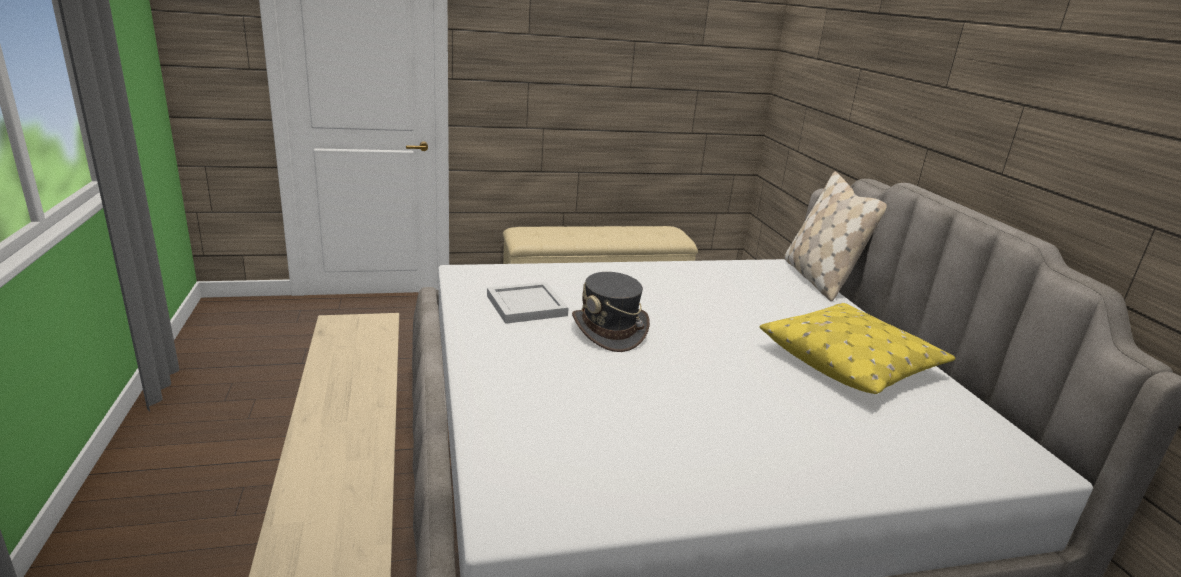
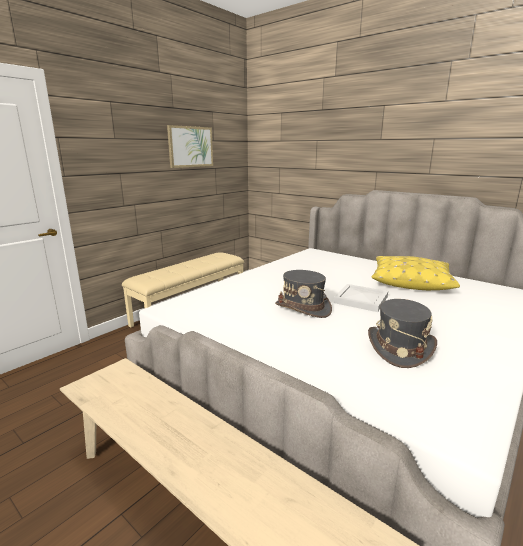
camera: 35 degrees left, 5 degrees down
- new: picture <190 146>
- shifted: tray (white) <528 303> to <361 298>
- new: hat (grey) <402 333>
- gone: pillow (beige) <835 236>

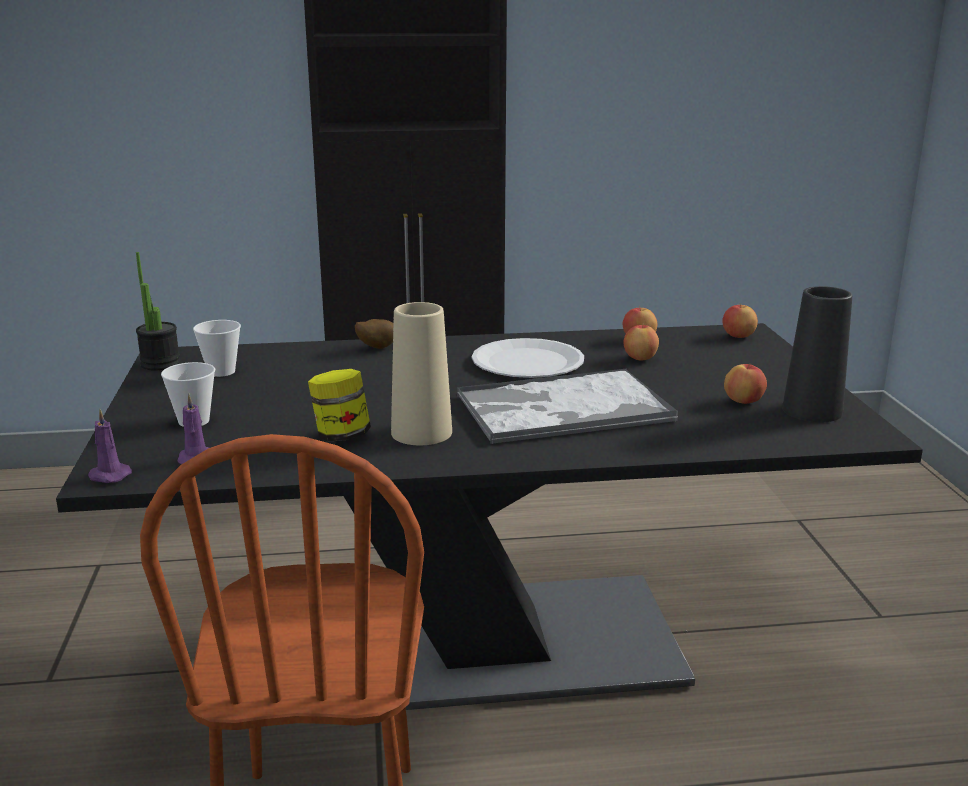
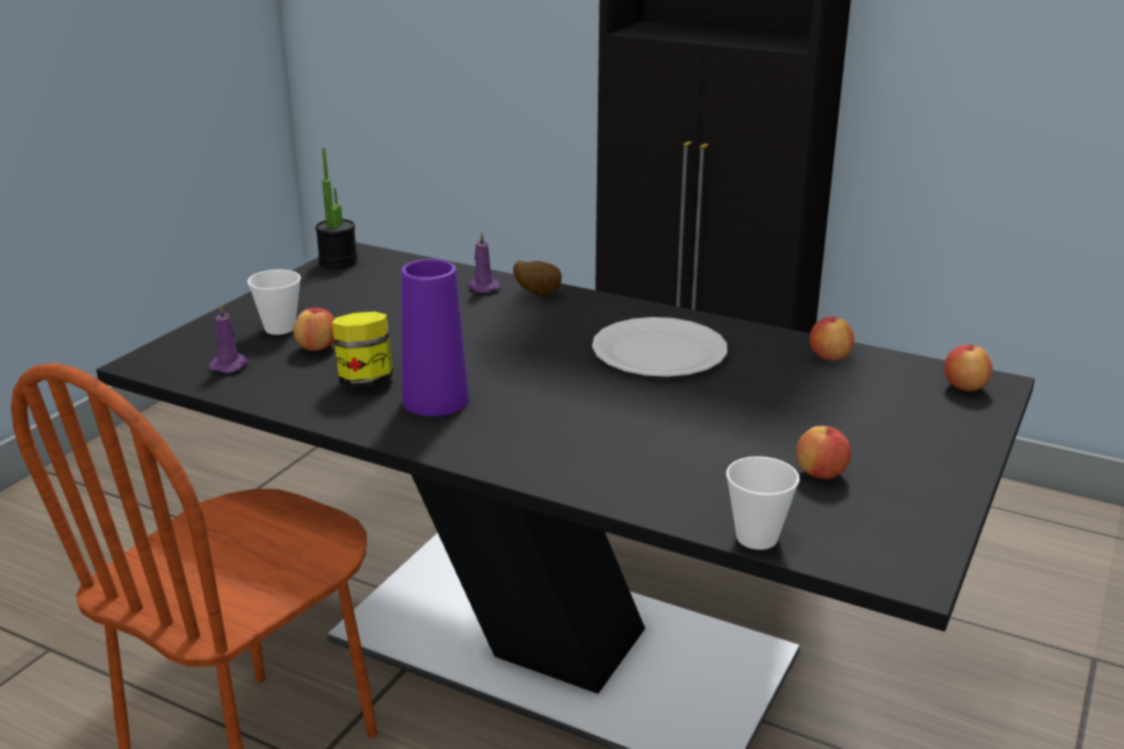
camera: 35 degrees right, 5 degrees up
- shifted: apple <641 342> to <314 329>
- repainted: vase (beige) <421 373> to vase (purple) <435 337>
- shifted: candle (purple) <110 446> to <484 262>
- shifted: cup <217 348> to <763 503>
- gone: tray <567 406>
- gone: vase (black) <817 354>

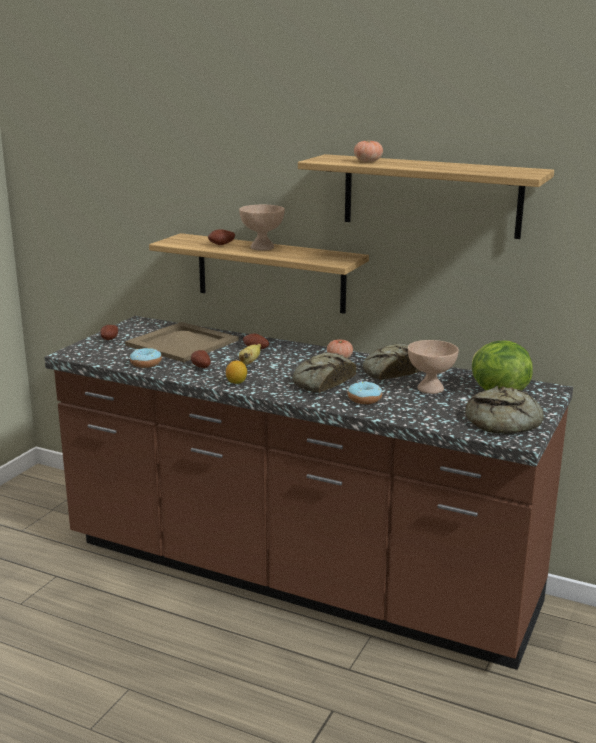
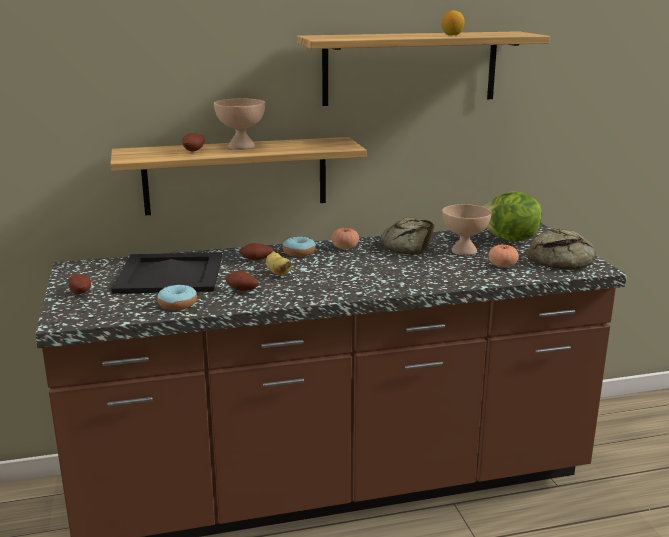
camera: 40 degrees left, 0 degrees up
- repainted: tray (beige) <182 342> to tray (black) <166 273>
- shifted: donut <365 392> to <299 246>
- shifted: lemon <236 372> to <453 22>
- shifted: tomato <368 151> to <503 256>
- gone: bread <324 372>

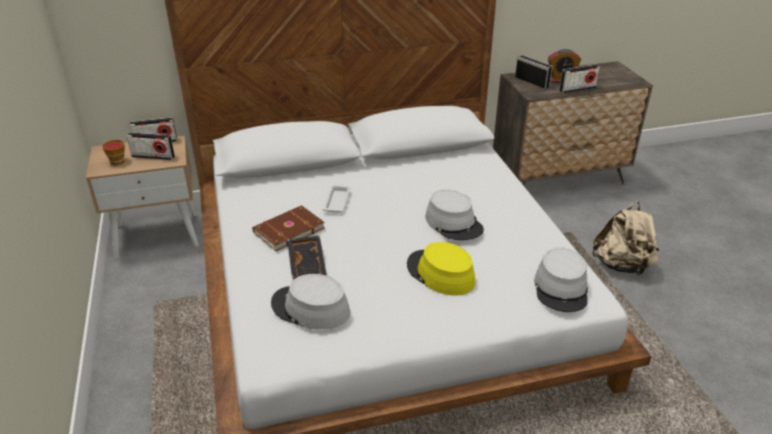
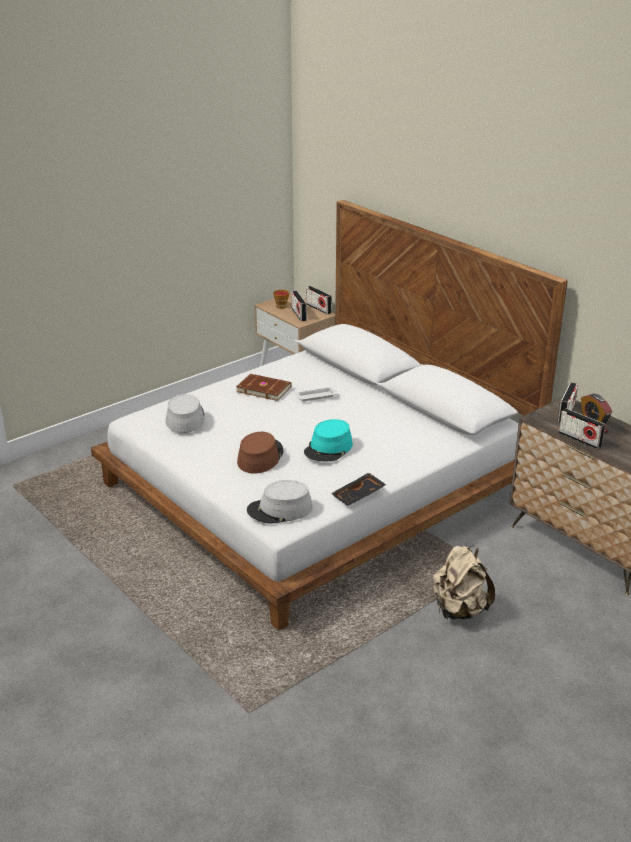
camera: 65 degrees right, 5 degrees down
- repainted: hat (yellow) <441 268> to hat (brown) <260 453>
- repainted: hat (grey) <454 214> to hat (turquoise) <328 440>
- shifted: tray (black) <307 258> to <358 489>

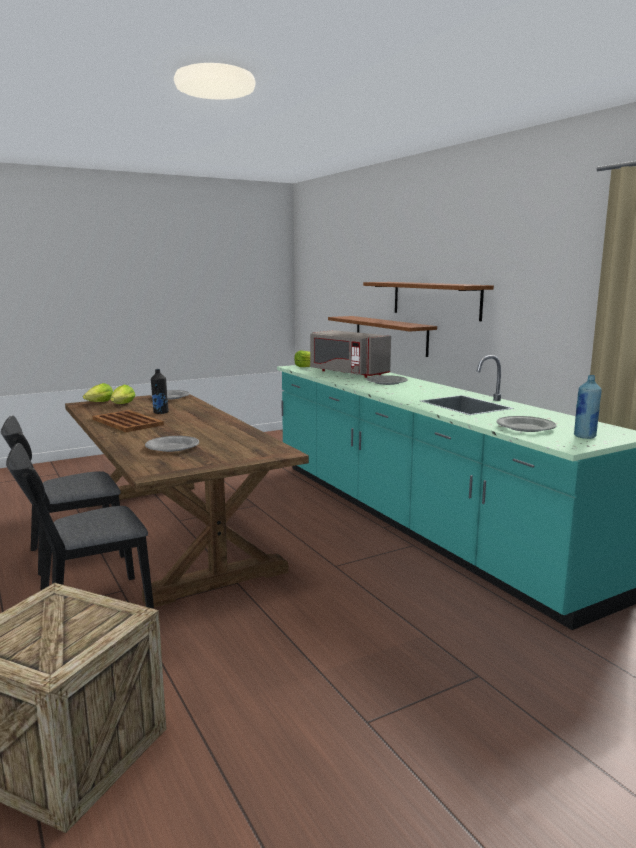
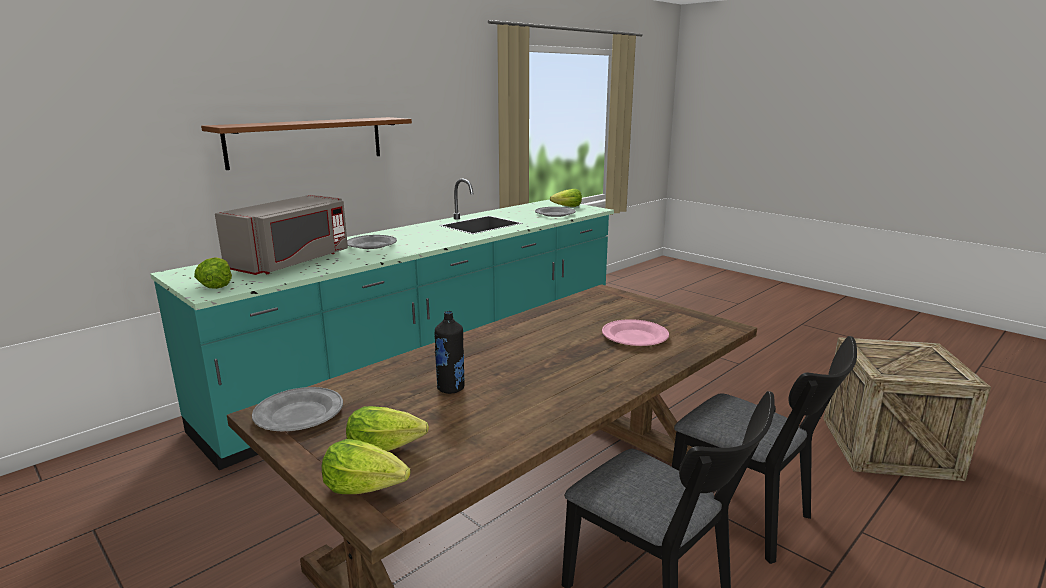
camera: 105 degrees left, 5 degrees up
- swapped: bottle (blue) <588 407> to lettuce <566 198>
- repainted: plate (grey) <172 444> to plate (pink) <635 332>
- gone: tray (brown) <128 421>
- gone: shelf (brown) <382 336>

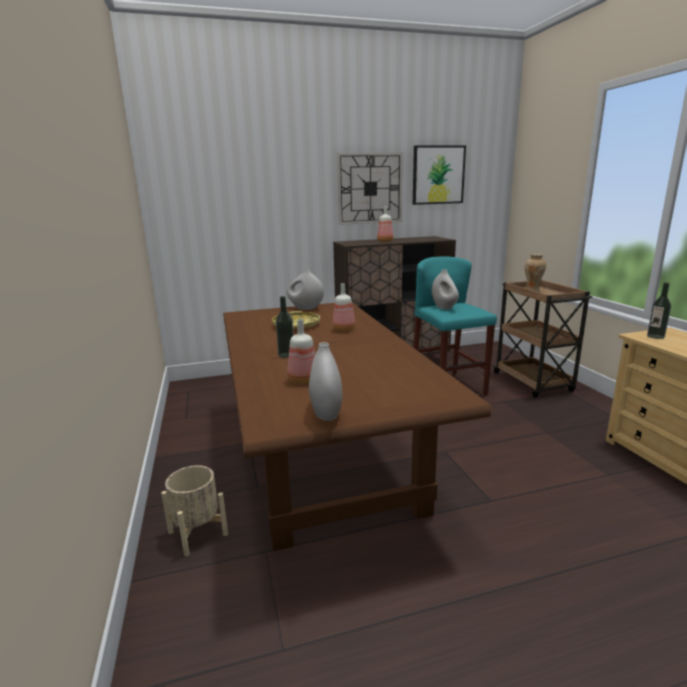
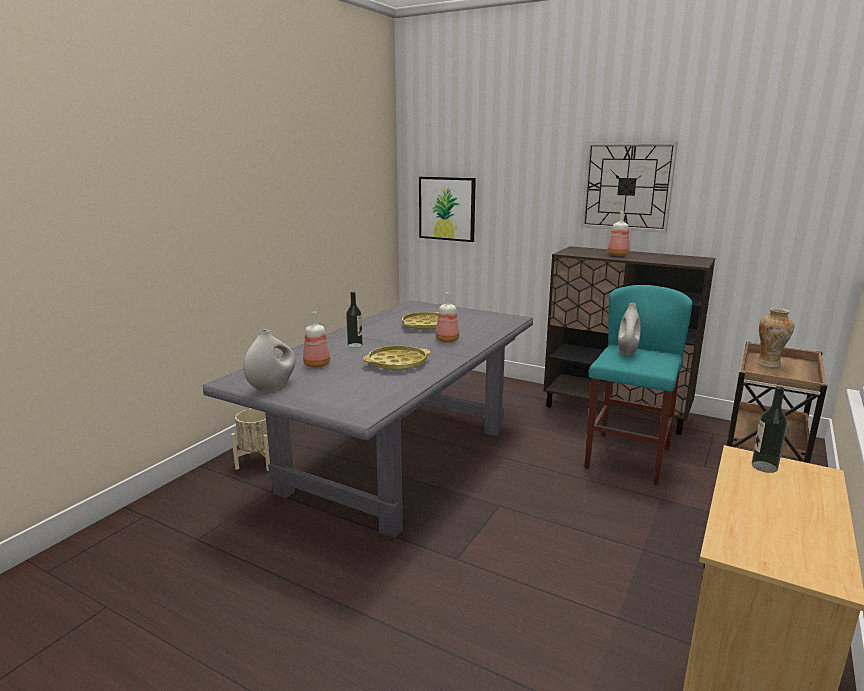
camera: 45 degrees right, 0 degrees up
- repainted: dining table (brown) <357 427> to dining table (grey) <368 419>
- new: tray (yellow) <397 358>
- shifted: picture <439 175> to <447 209>
- gone: vase (white) <305 289>

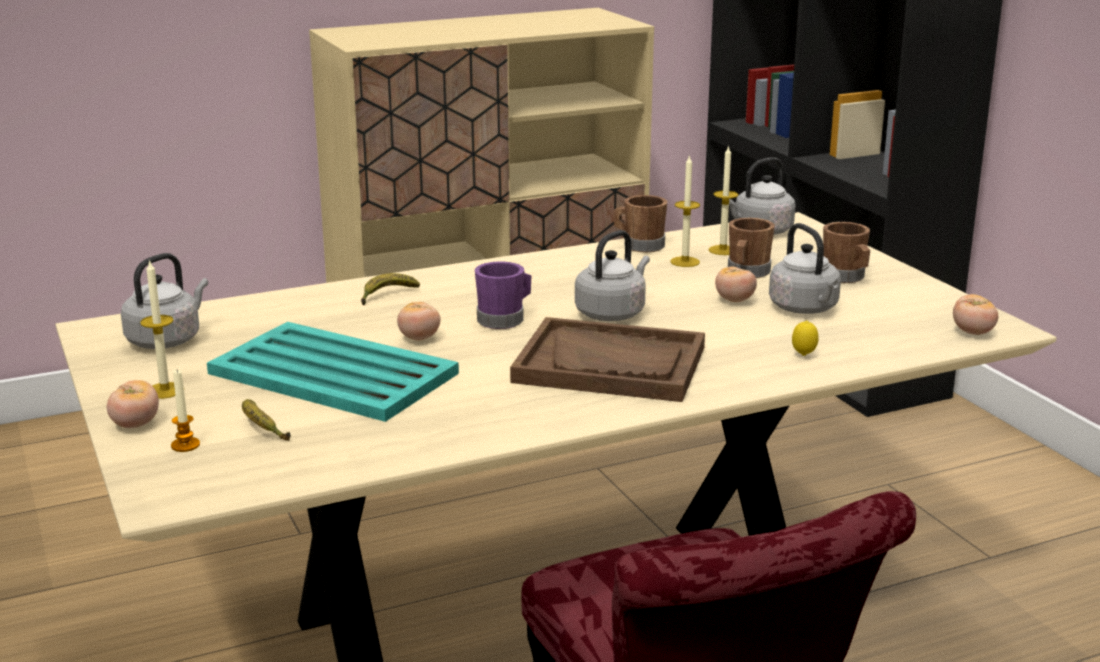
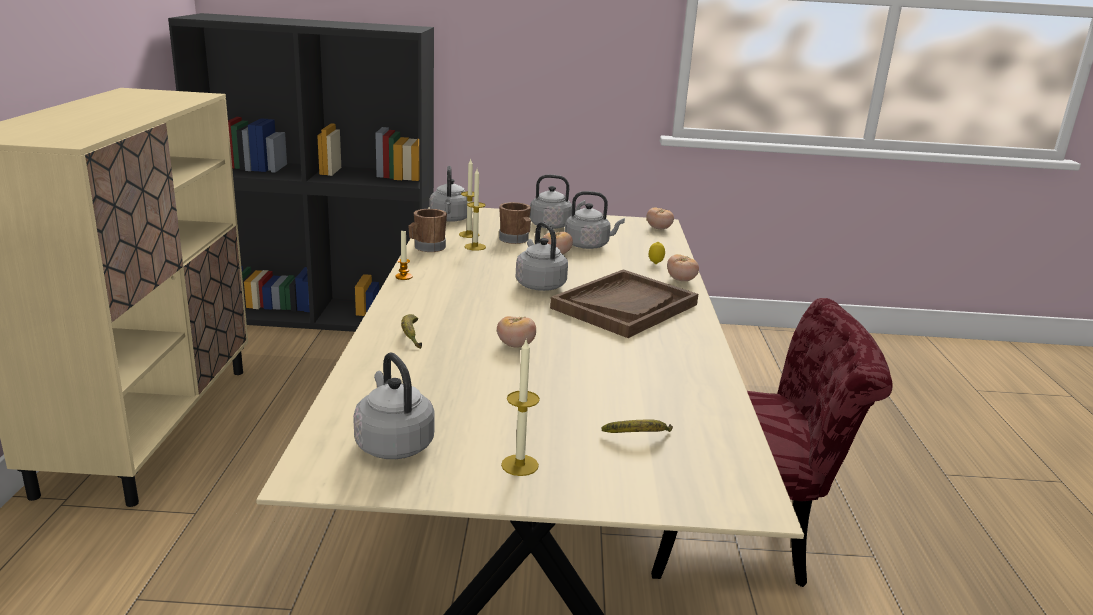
camera: 65 degrees left, 0 degrees up
- shifted: candle <185 411> to <404 254>
- swapped: mug (brown) <846 252> to kettle (grey) <558 202>
- shifted: tomato <133 404> to <683 267>
- gone: tray (turquoise) <333 372>
- gone: mug (purple) <503 295>

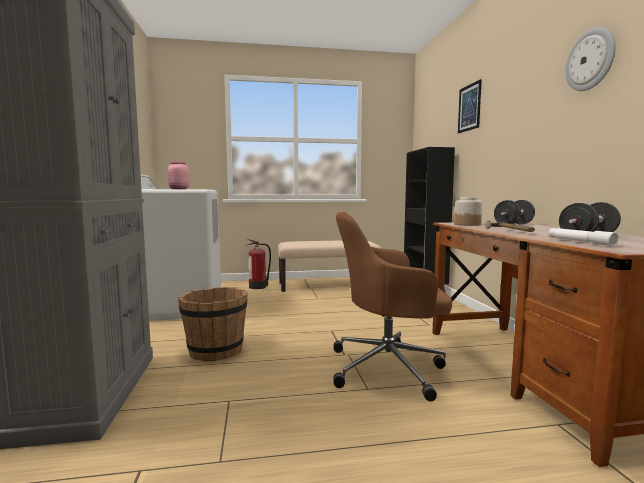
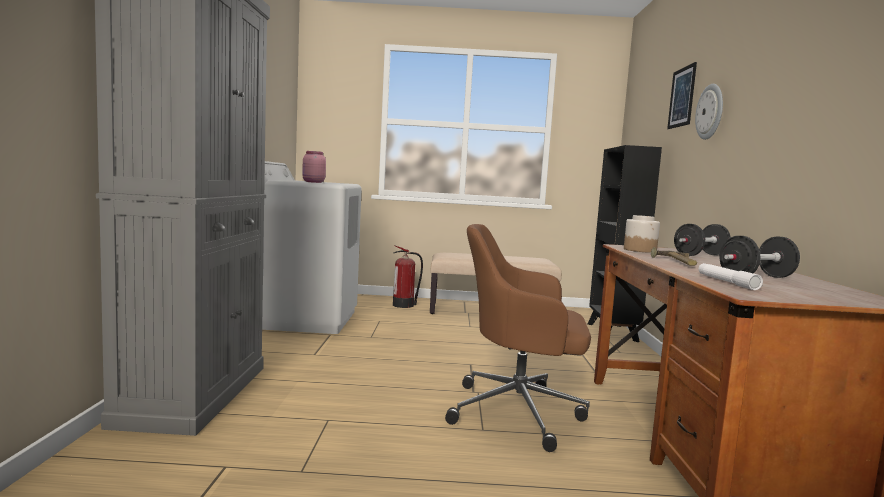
camera: 10 degrees right, 0 degrees up
- shifted: wall clock <590 59> to <709 112>
- gone: bucket (brown) <213 324>

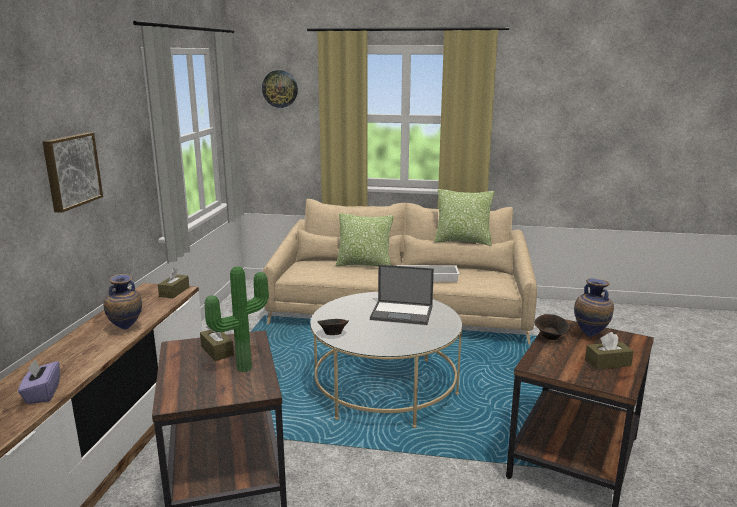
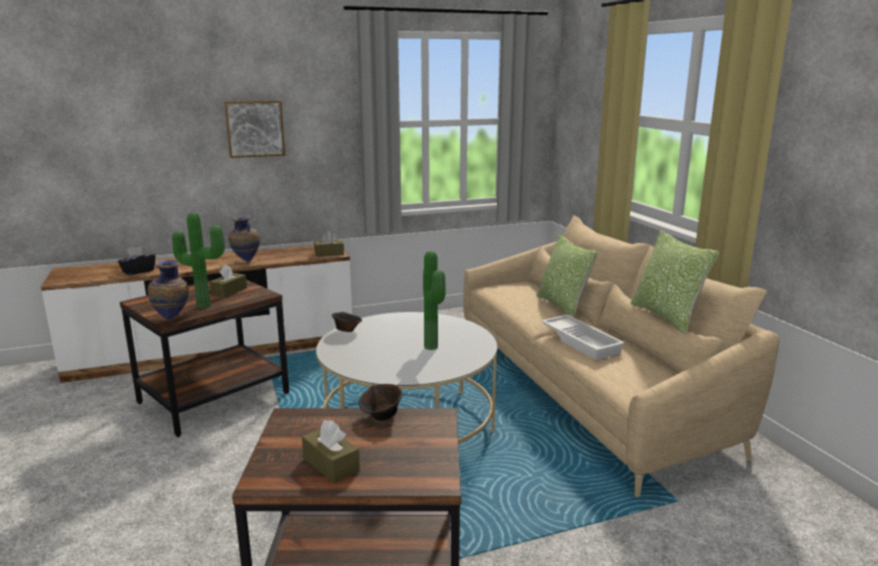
camera: 60 degrees right, 0 degrees up
- repainted: tissue box (purple) <39 381> to tissue box (black) <137 260>
- shifted: vase <594 307> to <168 290>
- swapped: laptop <402 295> to potted plant <434 300>
- gone: wall clock <280 89>

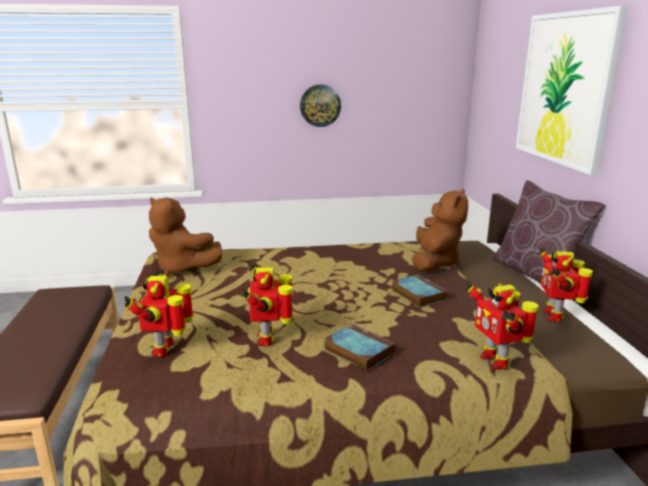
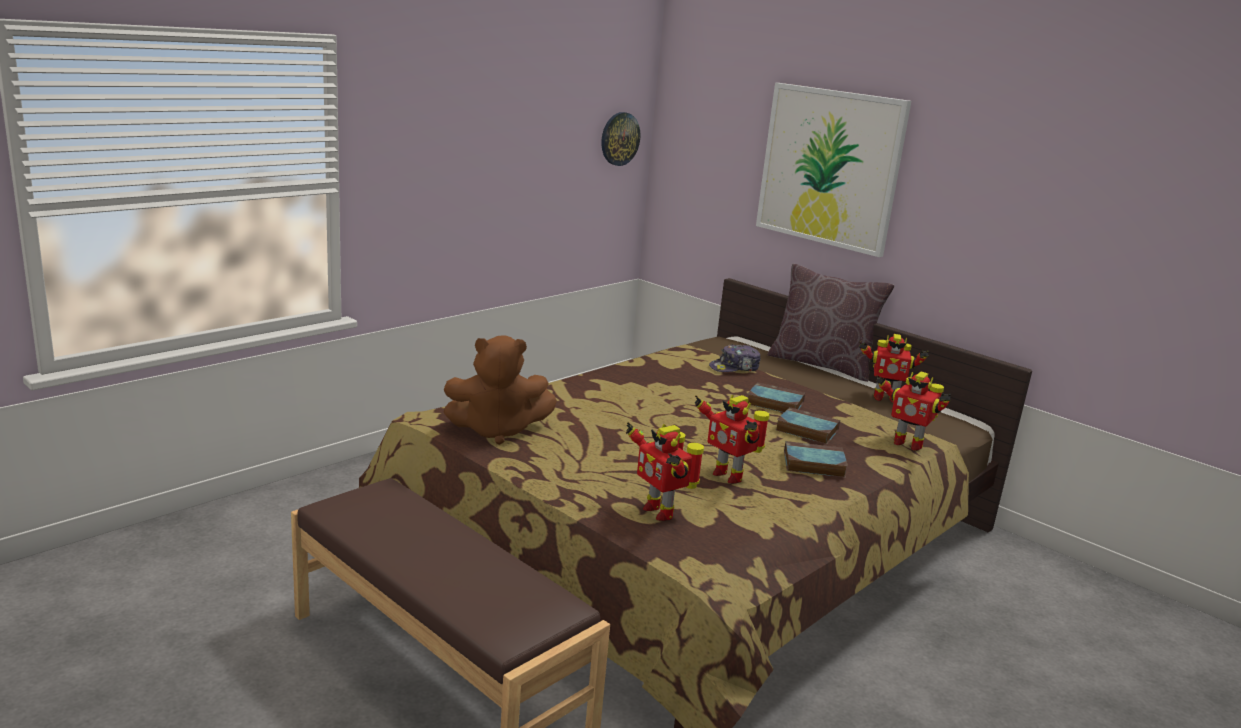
camera: 40 degrees left, 0 degrees up
- shifted: wall clock <320 106> to <620 139>
- swapped: plush toy (brown) <440 230> to cap <734 358>
- new: book <808 425>
- rotated: toy robot <565 284> = <894 368> 45 degrees counterclockwise

